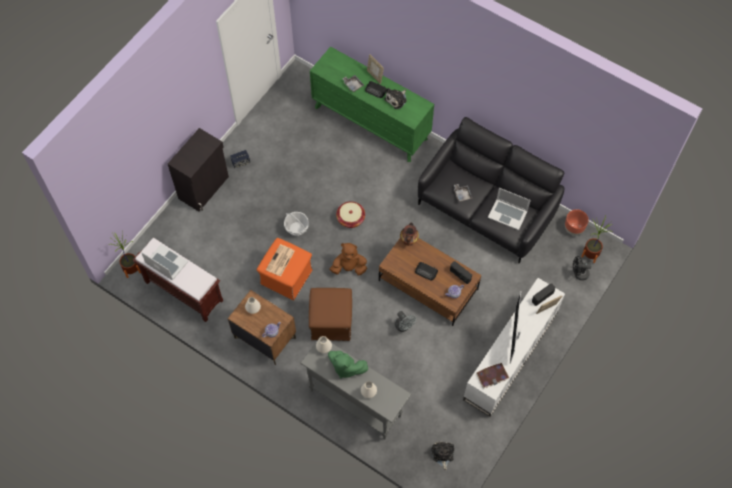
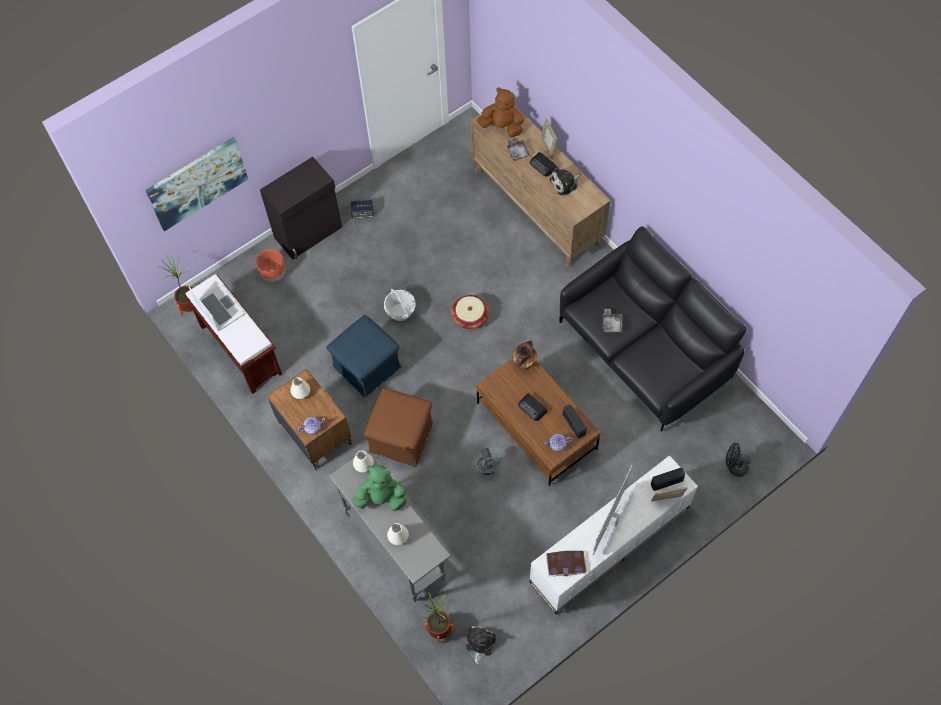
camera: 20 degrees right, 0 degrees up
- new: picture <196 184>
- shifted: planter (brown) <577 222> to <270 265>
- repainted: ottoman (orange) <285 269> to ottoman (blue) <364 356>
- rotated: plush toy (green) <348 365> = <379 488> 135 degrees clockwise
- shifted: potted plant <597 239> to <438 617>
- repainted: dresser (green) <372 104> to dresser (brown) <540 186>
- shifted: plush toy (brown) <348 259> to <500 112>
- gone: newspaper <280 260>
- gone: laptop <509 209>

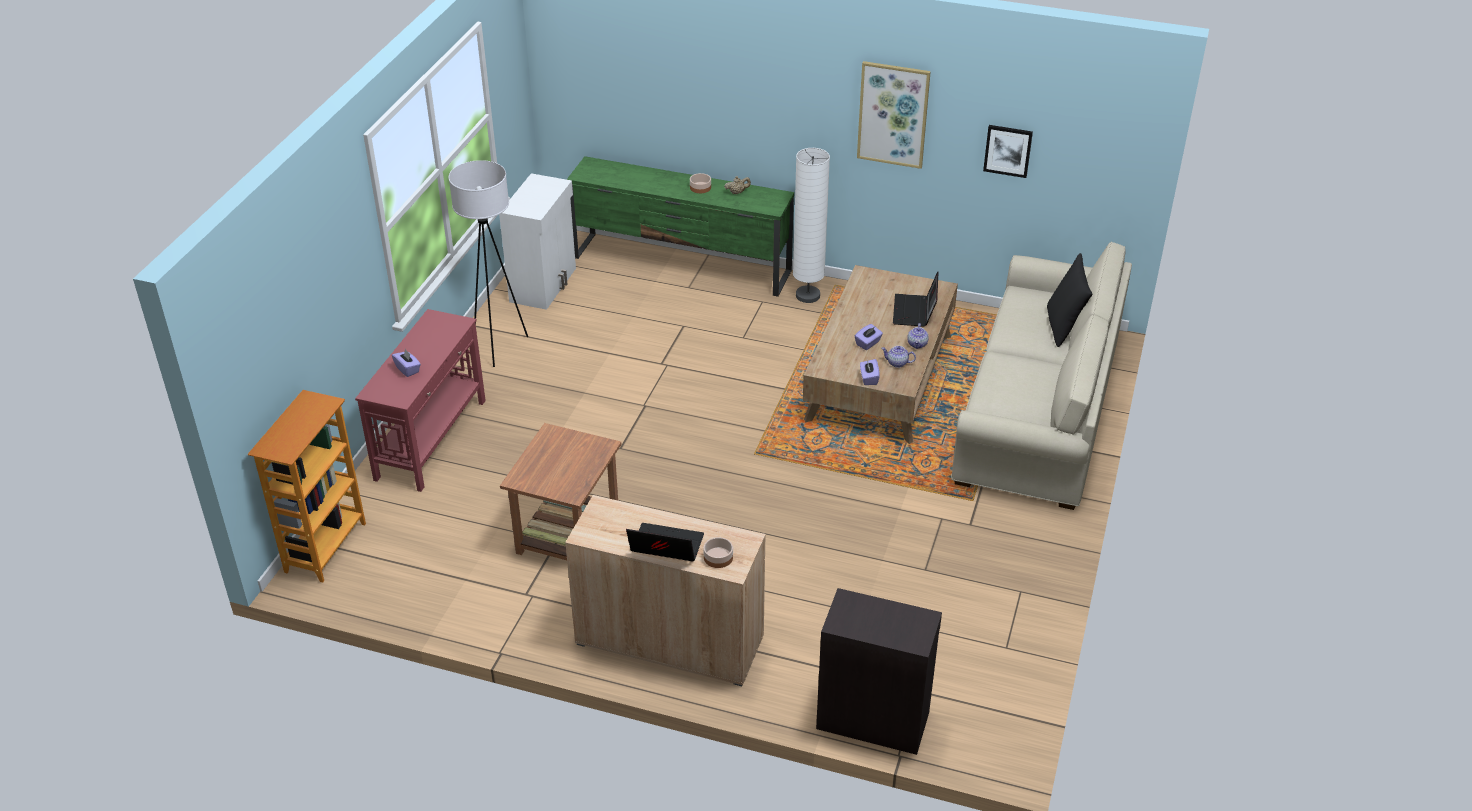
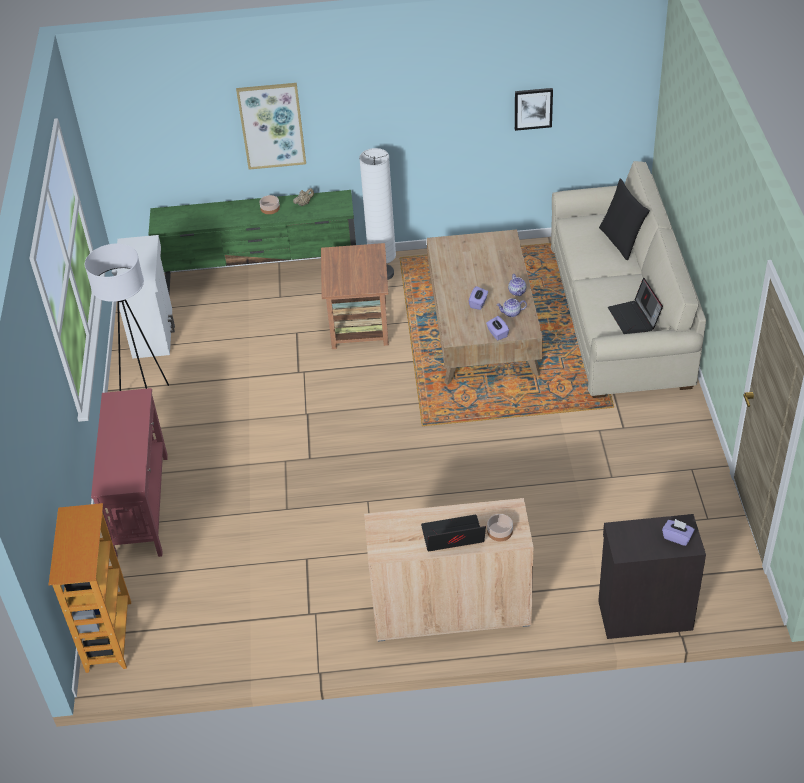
camera: 20 degrees left, 5 degrees up
- shifted: picture <894 115> to <271 126>
- shifted: side table (brown) <561 491> to <355 296>
- shifted: laptop <915 299> to <635 305>
- shifted: tissue box (purple) <406 363> to <678 532>

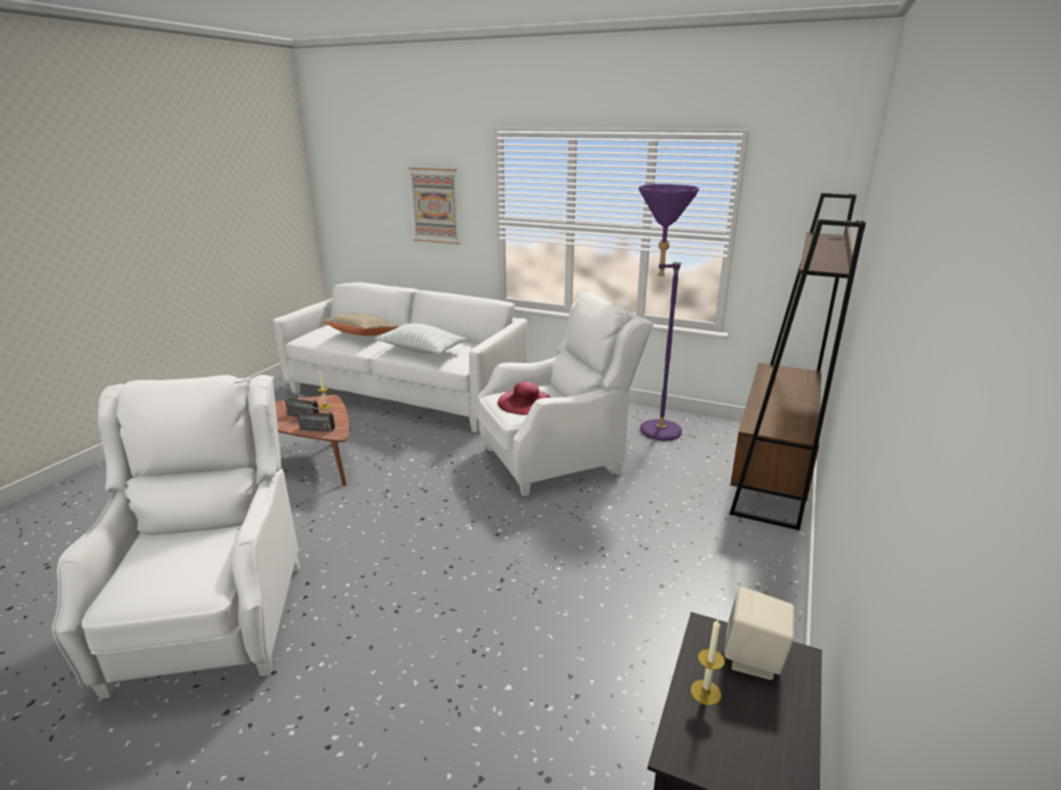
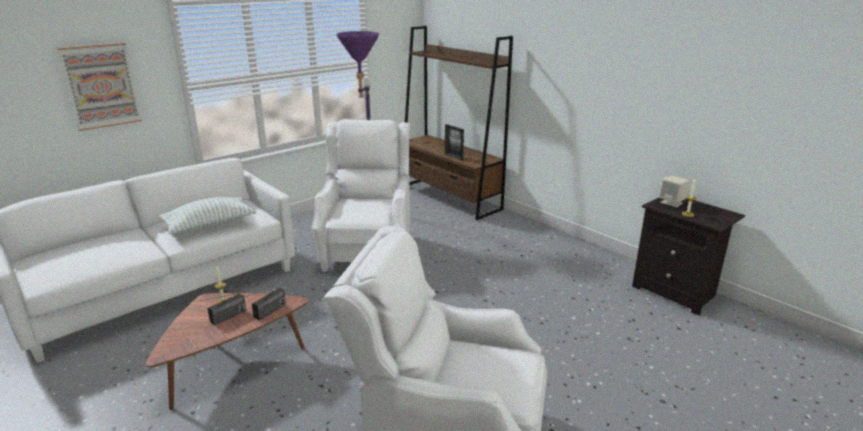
camera: 65 degrees left, 0 degrees up
- new: picture frame <454 142>
- gone: pillow (beige) <360 324>
- gone: hat (pink) <524 398>

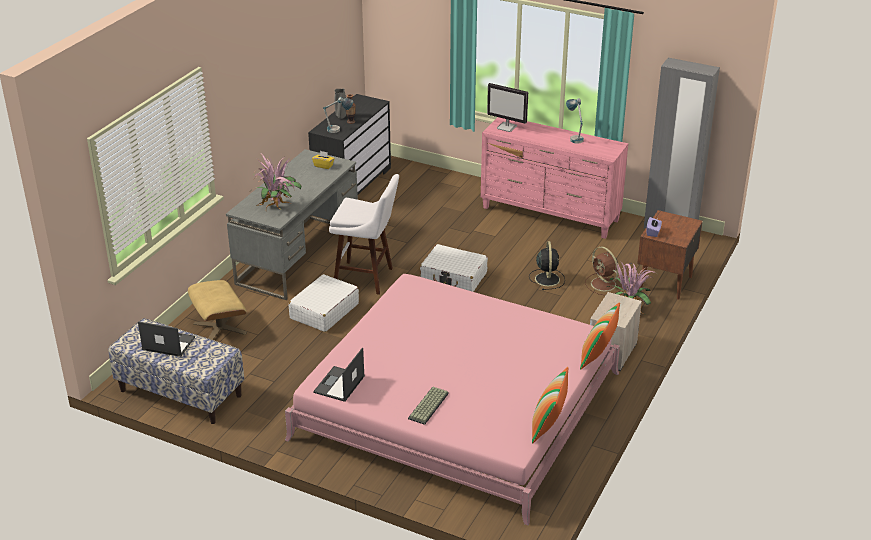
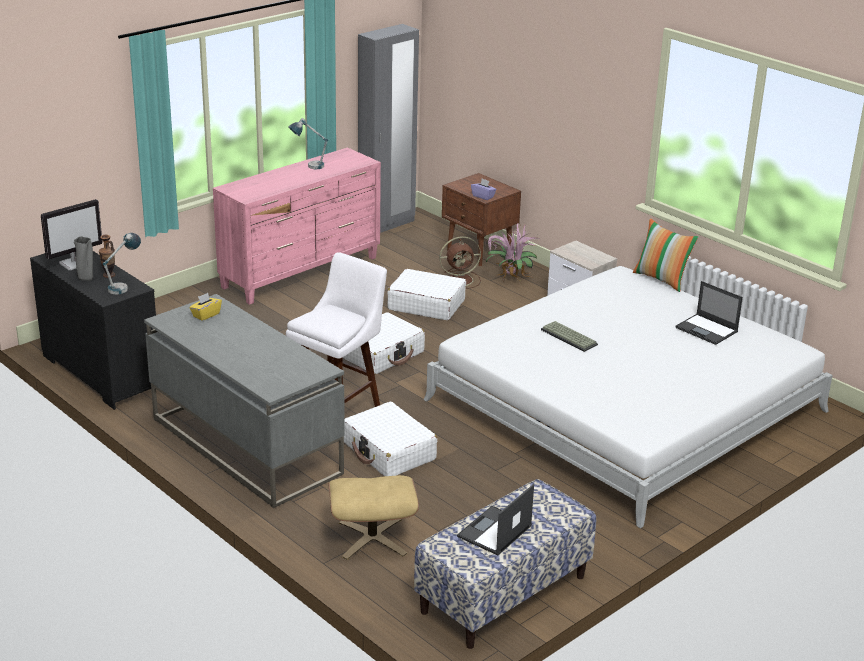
camera: 70 degrees left, 5 degrees down
- shifted: monitor <507 107> to <72 234>
- swapped: fan (black) <547 265> to suitcase (white) <426 294>
- repainted: bed (pink) <452 399> to bed (white) <628 397>
- shifted: keyboard <428 406> to <569 336>
- shifted: laptop <339 374> to <709 313>
- gone: potted plant <277 182>
- gone: pillow <550 405>

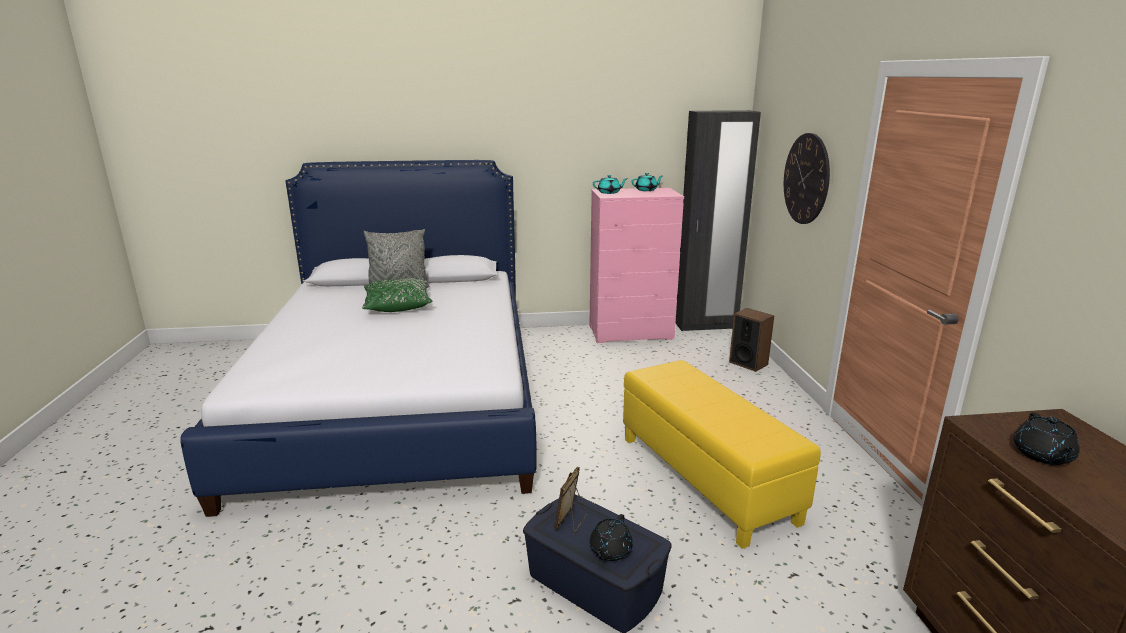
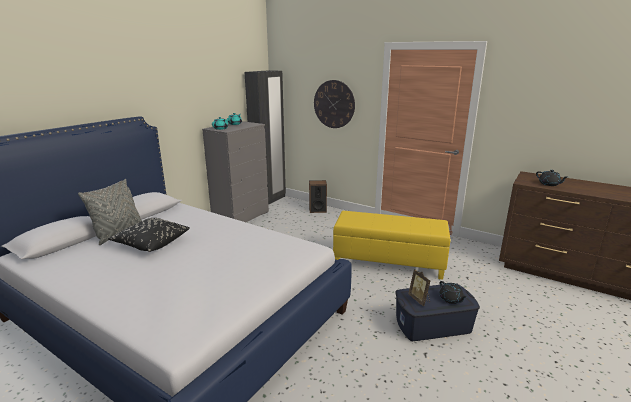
camera: 50 degrees left, 0 degrees up
- repainted: pillow (green) <397 295> to pillow (black) <149 235>
- repainted: dresser (pink) <636 265> to dresser (grey) <235 171>

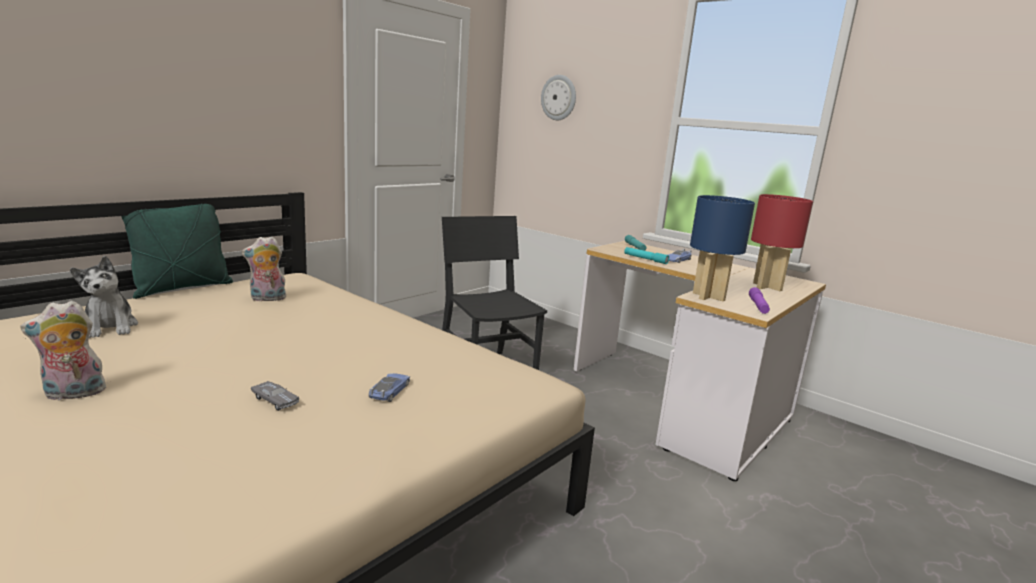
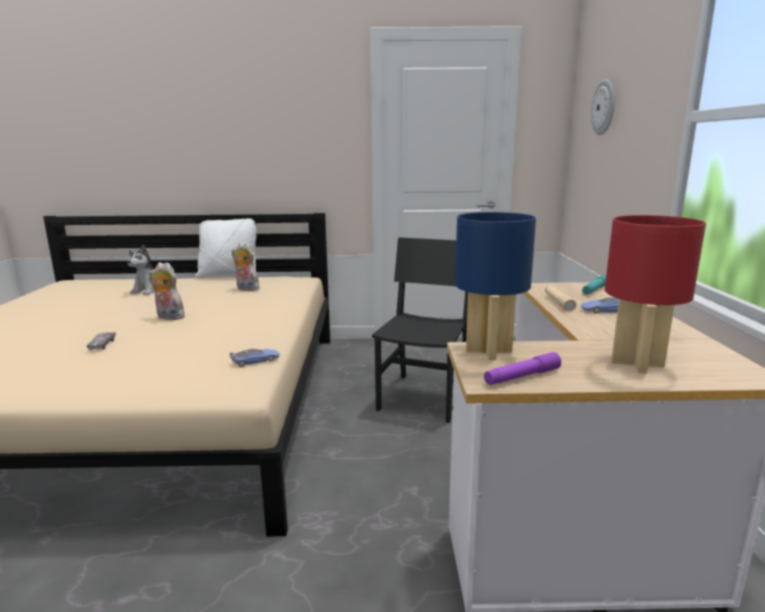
camera: 50 degrees right, 0 degrees up
- shifted: plush toy <63 351> to <167 291>
- repainted: pillow (green) <177 251> to pillow (white) <226 248>
- shifted: toy car <389 387> to <255 358>
- repainted: flashlight (turquoise) <646 255> to flashlight (beige) <560 298>

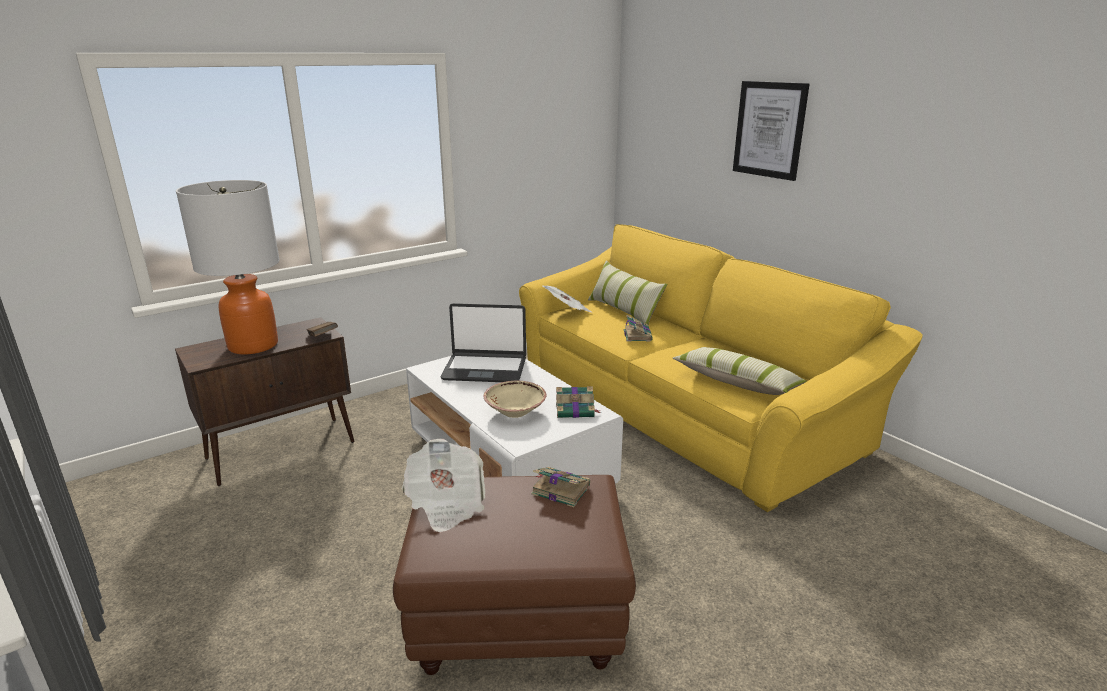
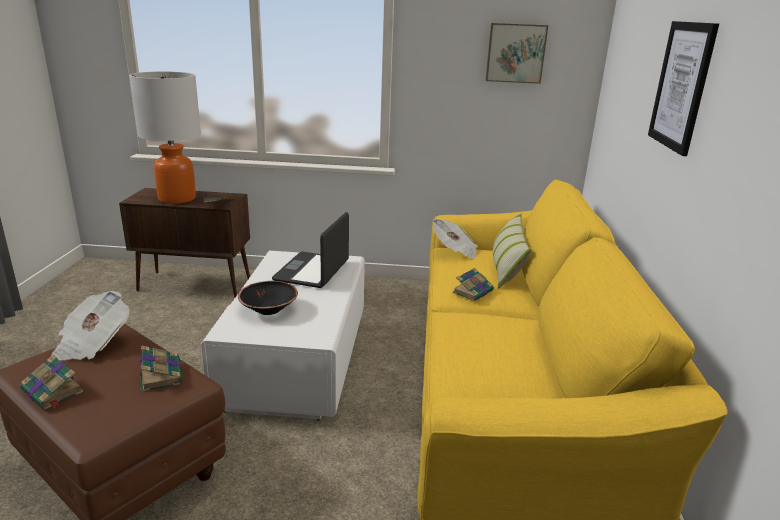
camera: 40 degrees right, 0 degrees up
- shifted: book <578 402> to <51 382>
- repainted: bowl (beige) <515 399> to bowl (black) <268 298>
- rotated: laptop <483 342> = <310 250> 60 degrees clockwise
- new: picture <516 53>
- gone: pillow <740 371>

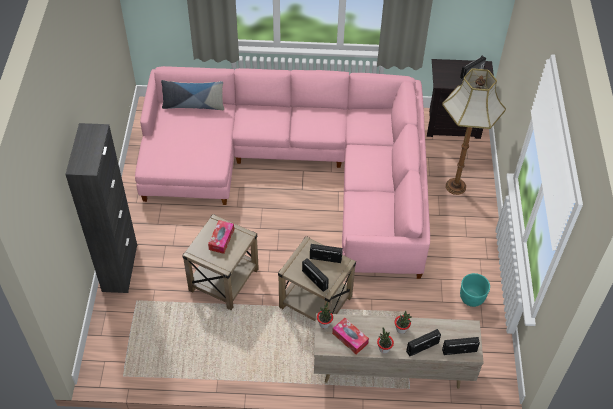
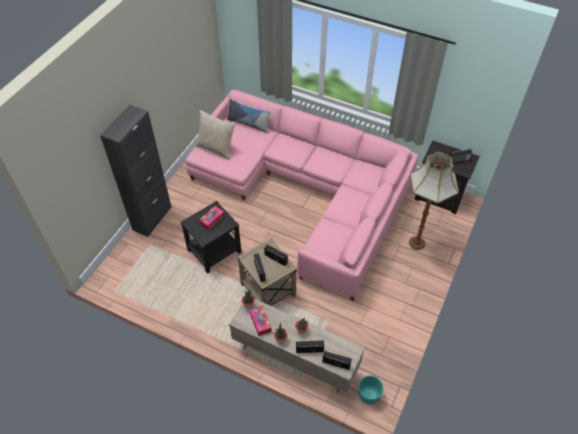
camera: 25 degrees right, 0 degrees up
- repainted: side table (beige) <220 262> to side table (black) <211 237>
- new: pillow (beige) <215 135>
- shifted: planter (turquoise) <475 290> to <371 389>

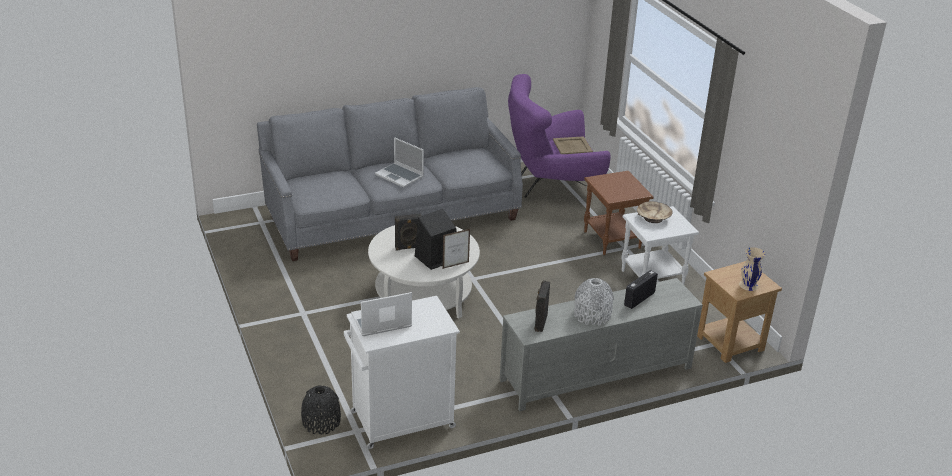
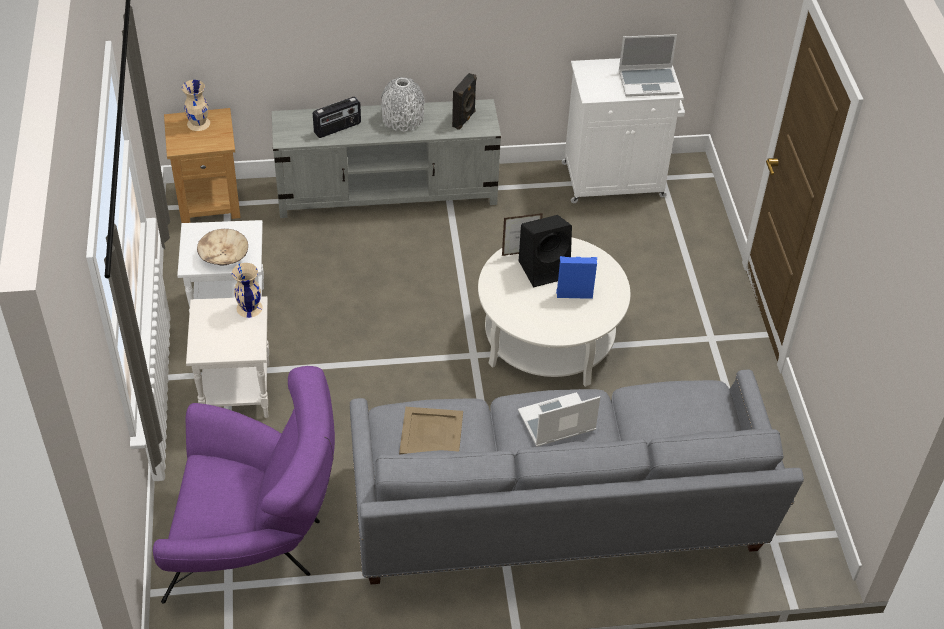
camera: 165 degrees left, 15 degrees up
- repainted: side table (brown) <619 213> to side table (white) <227 357>
- new: vase (beige) <247 290>
- shifted: tray (beige) <573 145> to <431 431>
- rotated: laptop <399 162> = <559 419> 75 degrees counterclockwise
- repainted: speaker (black) <408 232> to speaker (blue) <576 277>
- gone: vase (black) <321 409>

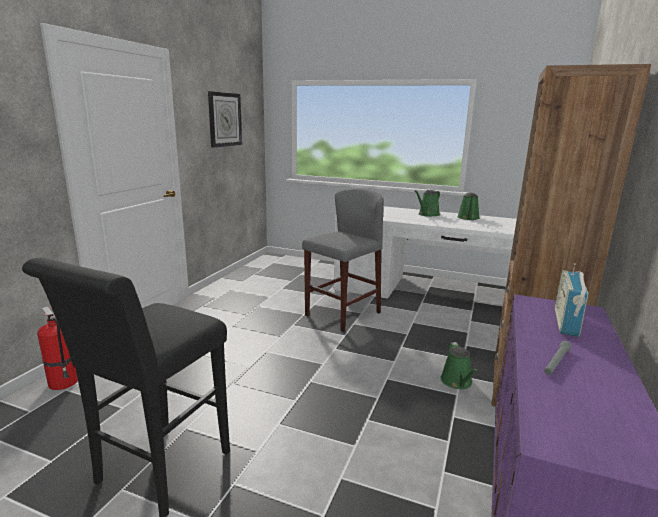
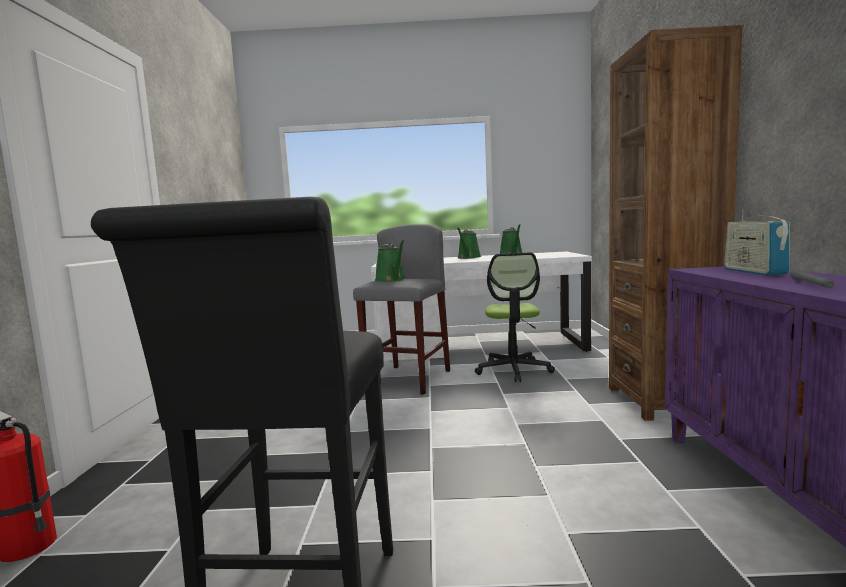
camera: 20 degrees left, 10 degrees down
- shifted: watering can (green) <459 365> to <390 261>
- new: office chair <515 317>
- gone: wall clock <225 119>

